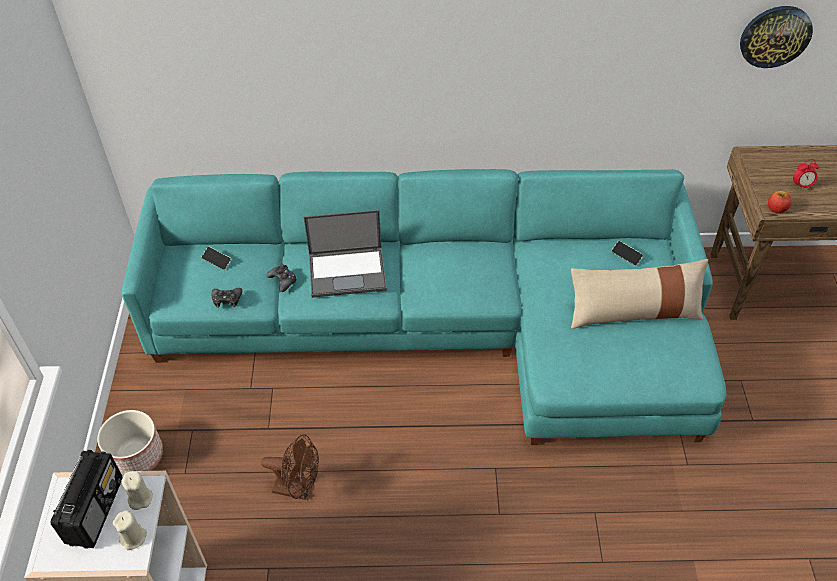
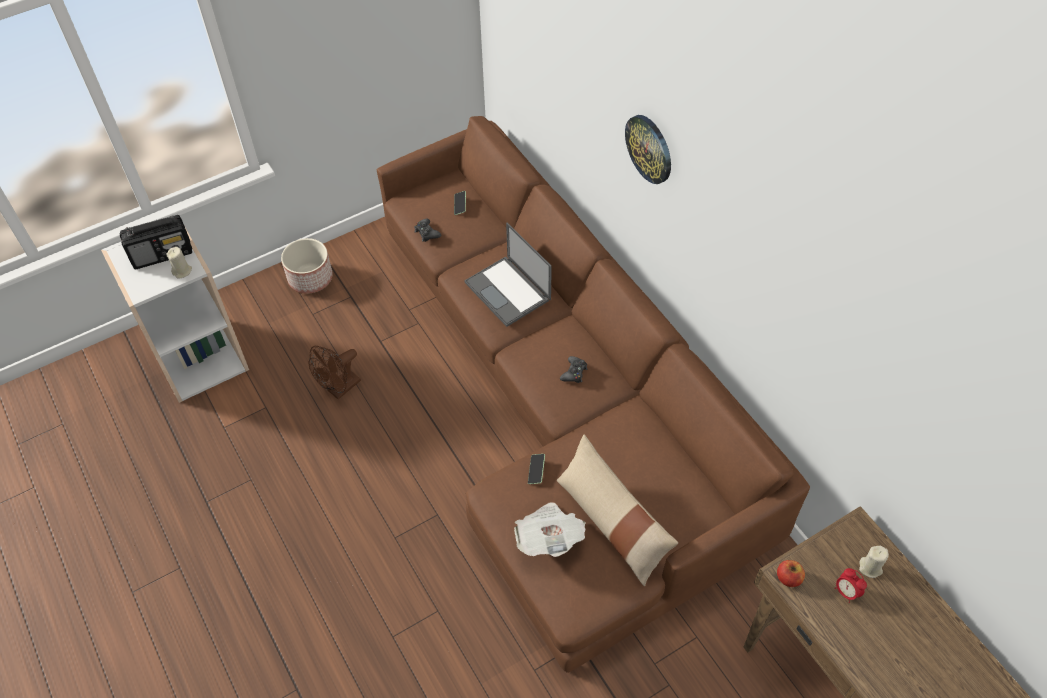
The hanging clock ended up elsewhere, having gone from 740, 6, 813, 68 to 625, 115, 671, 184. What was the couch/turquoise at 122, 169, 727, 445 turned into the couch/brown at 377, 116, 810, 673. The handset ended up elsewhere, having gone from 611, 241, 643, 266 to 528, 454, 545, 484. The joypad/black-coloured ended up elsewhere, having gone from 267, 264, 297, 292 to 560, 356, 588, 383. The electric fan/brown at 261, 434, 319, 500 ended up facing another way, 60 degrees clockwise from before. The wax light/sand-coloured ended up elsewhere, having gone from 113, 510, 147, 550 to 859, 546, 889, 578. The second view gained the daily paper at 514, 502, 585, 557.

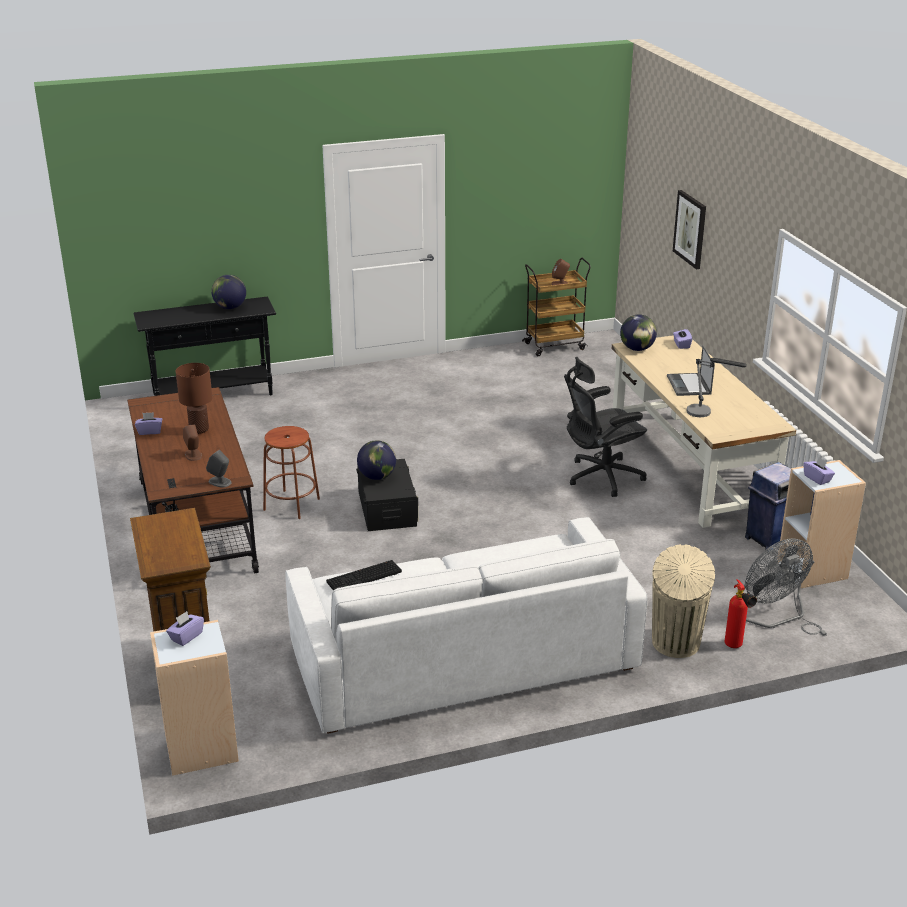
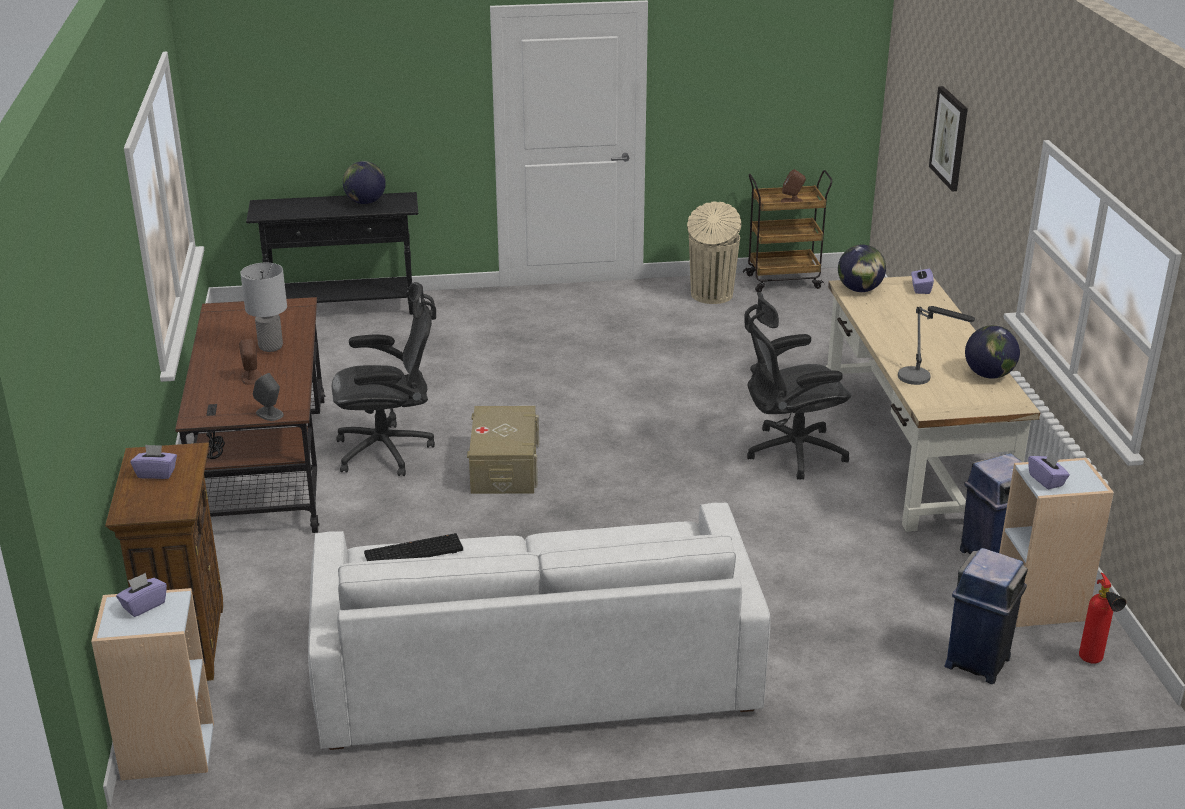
The second view lost the laptop at 667, 346, 715, 396. What was the tabletop lamp/brown at 176, 363, 212, 434 turned into the tabletop lamp/grey at 240, 263, 287, 352. The box of tissues/purple ended up elsewhere, having gone from 135, 412, 162, 435 to 130, 445, 177, 479. Where the stool/brown stood at 263, 426, 320, 519, the computer chair came to stand at 332, 282, 436, 476. The world globe ended up elsewhere, having gone from 357, 440, 396, 480 to 965, 325, 1020, 379. What was the storage container/black-coloured at 356, 459, 419, 531 turned into the storage container/sand-coloured at 467, 406, 539, 494. Where the electric fan/grey stood at 743, 539, 827, 636, the trash can/blue-coloured came to stand at 944, 548, 1028, 684. The trash can/sand-coloured ended up elsewhere, having gone from 652, 544, 715, 658 to 687, 201, 741, 304. The fire extinguisher ended up elsewhere, having gone from 725, 579, 757, 648 to 1079, 572, 1126, 664.

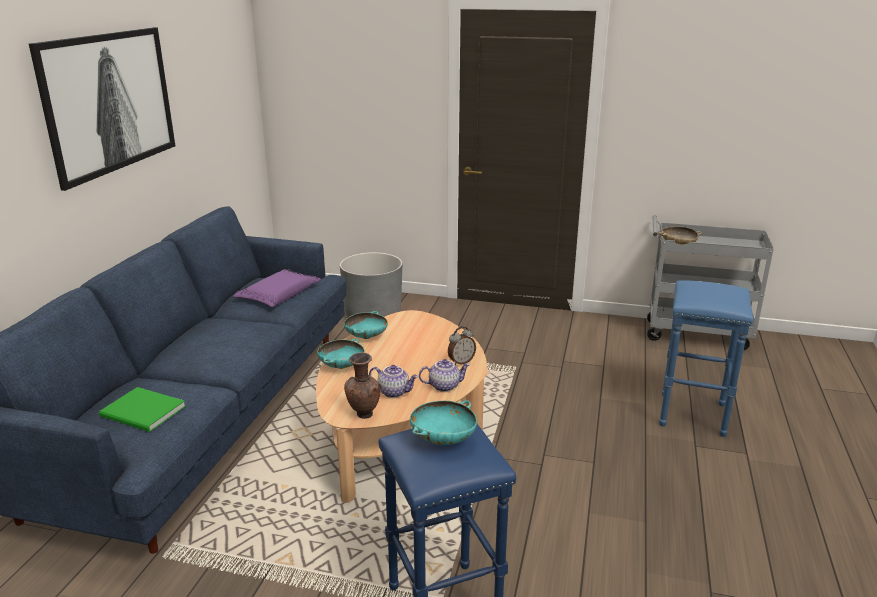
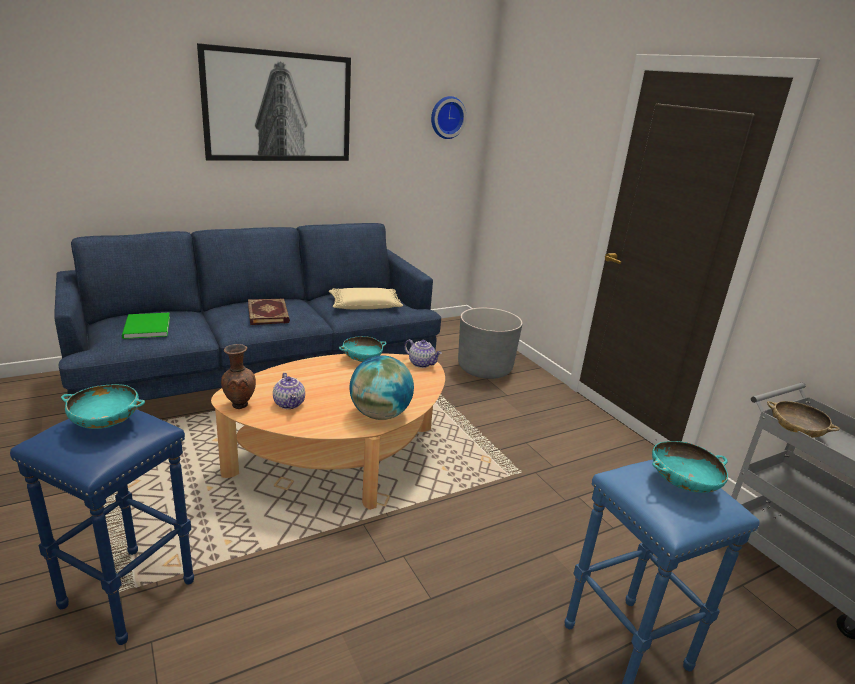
What was the throw pillow/purple at 233, 269, 321, 307 turned into the throw pillow/sand-coloured at 329, 288, 403, 309. Where the table clock stood at 448, 326, 476, 365, the world globe came to stand at 349, 355, 414, 420. The deep dish/turquoise ended up elsewhere, having gone from 317, 339, 365, 369 to 652, 441, 728, 493. The teapot ended up elsewhere, having gone from 419, 359, 470, 392 to 404, 339, 442, 368. The second view gained the hanging clock at 431, 96, 467, 139. The second view gained the book at 248, 298, 290, 325.

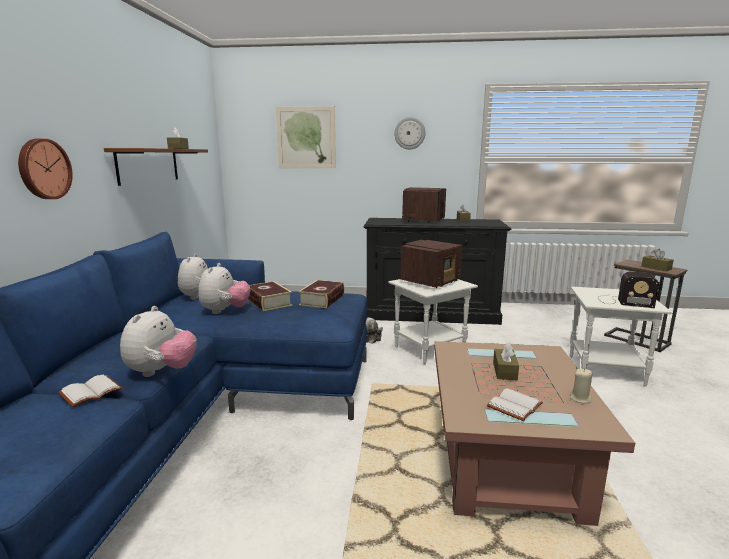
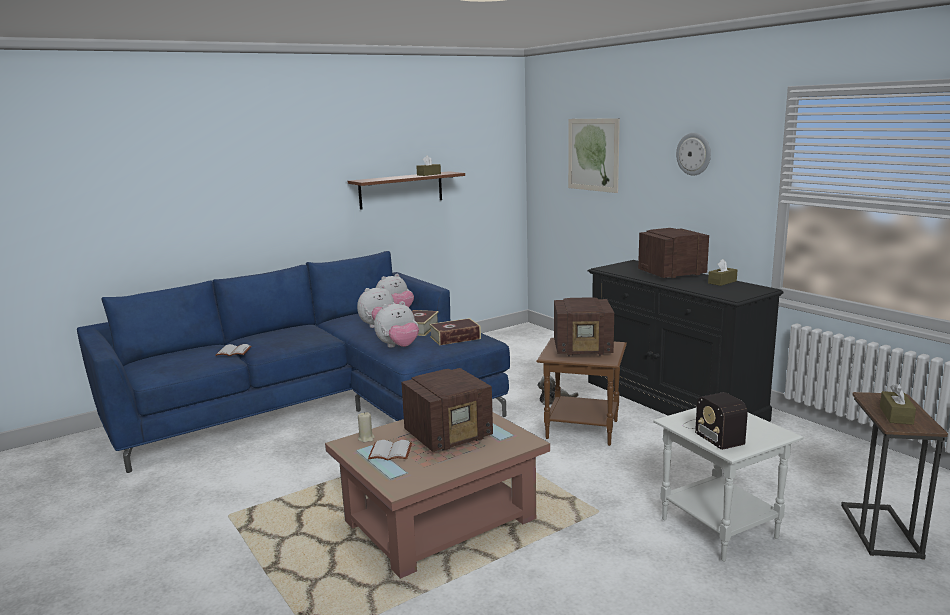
The second view lost the hanging clock at 18, 138, 73, 199. What was the side table/whitish at 388, 279, 478, 364 turned into the side table/brown at 537, 338, 627, 446. The soft toy ended up elsewhere, having gone from 120, 306, 197, 377 to 374, 301, 419, 348. Where the box of tissues/brown stood at 493, 342, 519, 380, the radio came to stand at 401, 368, 493, 452. The wax light/sand-coloured ended up elsewhere, having gone from 570, 369, 592, 403 to 358, 412, 375, 442.

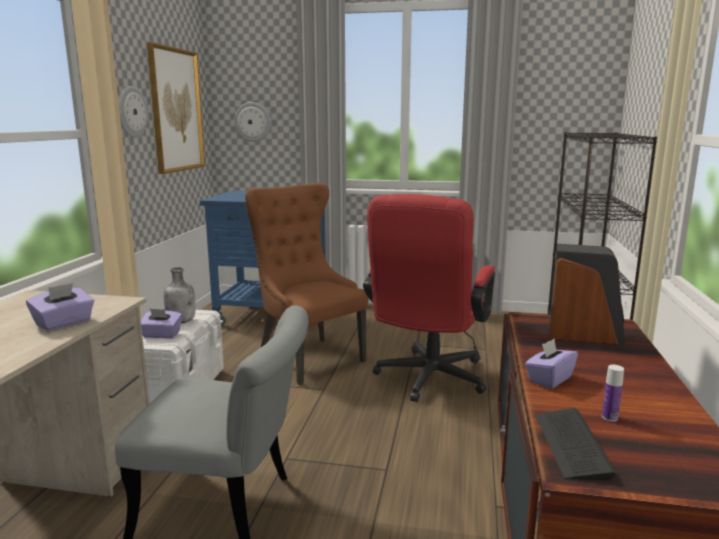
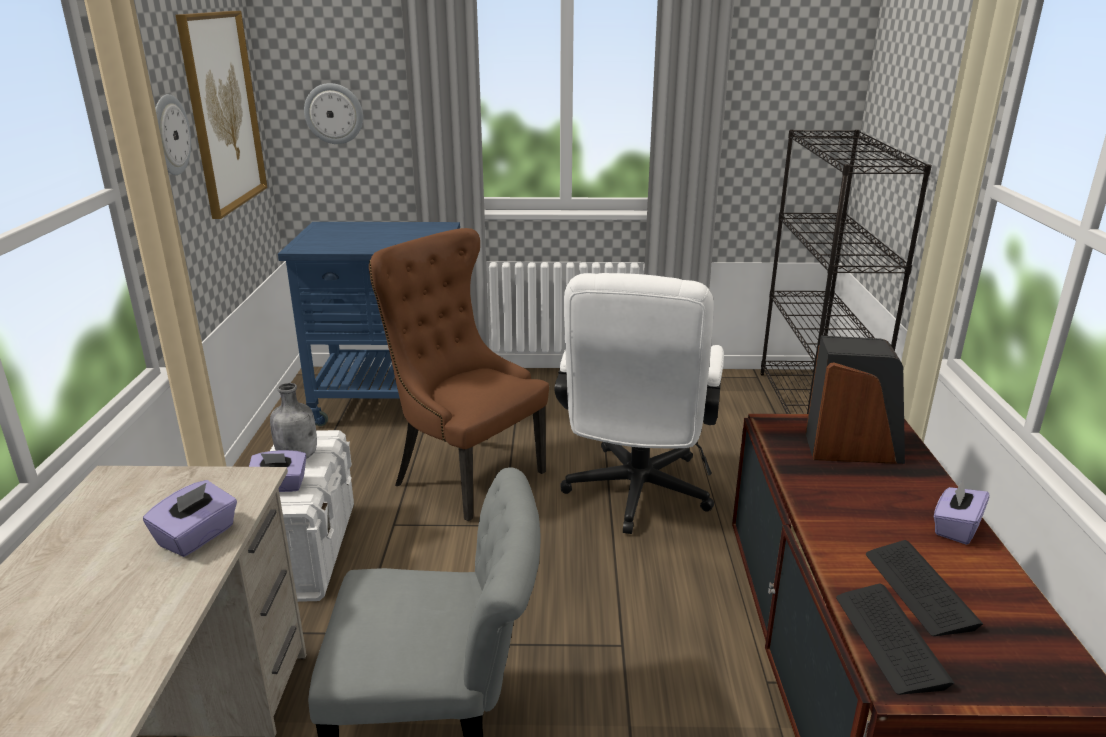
What was the computer chair/red at 363, 194, 495, 402 turned into the computer chair/whitish at 554, 273, 724, 534. The box of tissues/purple ended up elsewhere, having gone from 525, 339, 578, 389 to 934, 480, 989, 545. Where the drink bottle stood at 602, 365, 624, 422, the computer keyboard came to stand at 866, 540, 983, 636.

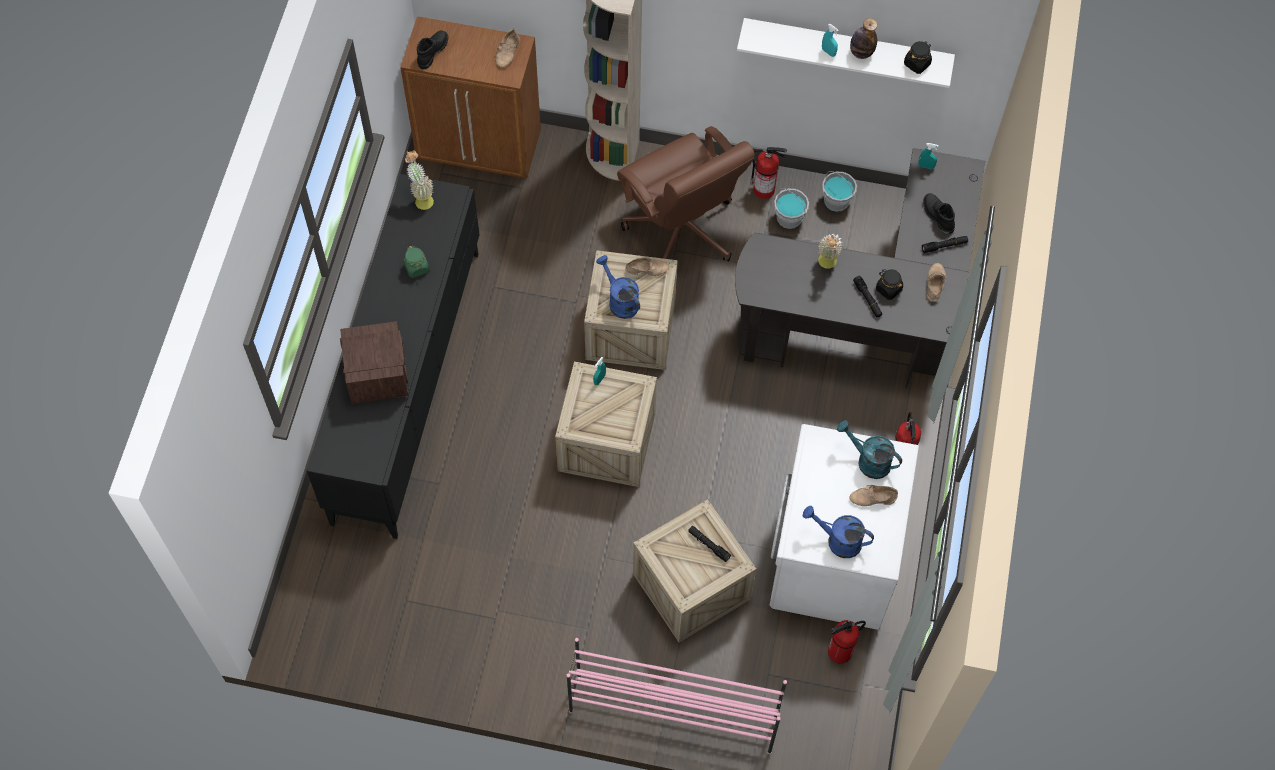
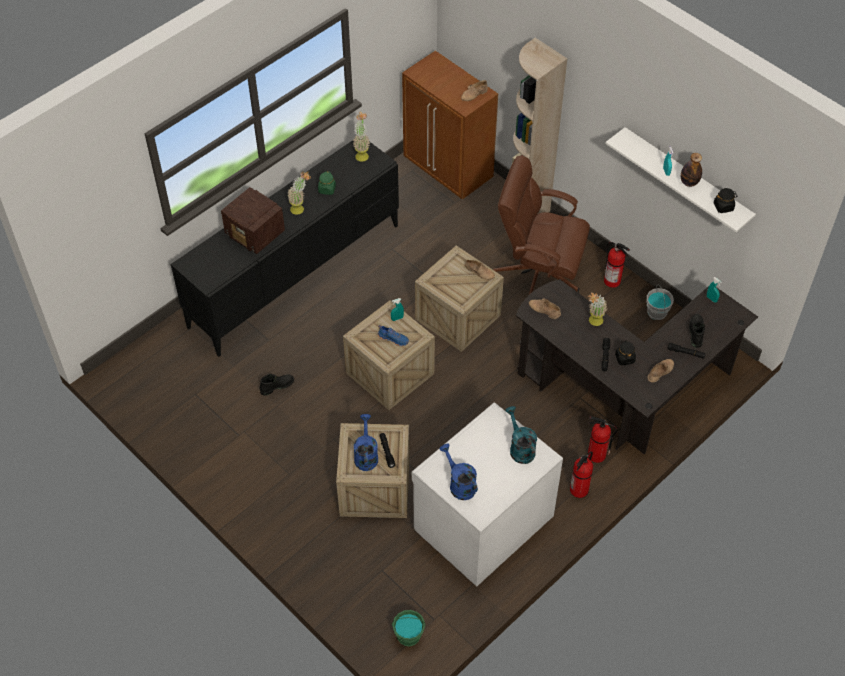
The high-top boot/black-coloured ended up elsewhere, having gone from 417, 30, 448, 69 to 260, 374, 294, 396. The computer chair/brown at 617, 126, 755, 261 ended up facing another way, 105 degrees clockwise from before. The second view lost the water bucket/grey at 774, 188, 809, 229. The sprinkling can/blue-coloured ended up elsewhere, having gone from 596, 255, 640, 319 to 354, 414, 378, 471. The radio at 340, 321, 409, 404 ended up facing another way, 105 degrees clockwise from before. The item of footwear/sand-coloured ended up elsewhere, having gone from 849, 485, 898, 506 to 529, 298, 561, 319. The fire extinguisher ended up elsewhere, having gone from 828, 620, 866, 663 to 588, 416, 617, 463. The second view lost the shoe rack/pinkish at 567, 638, 787, 754. The second view gained the houseplant at 287, 172, 311, 215. The second view gained the item of footwear/blue-coloured at 378, 325, 409, 346. The second view gained the water bucket/greenish at 392, 610, 426, 646.

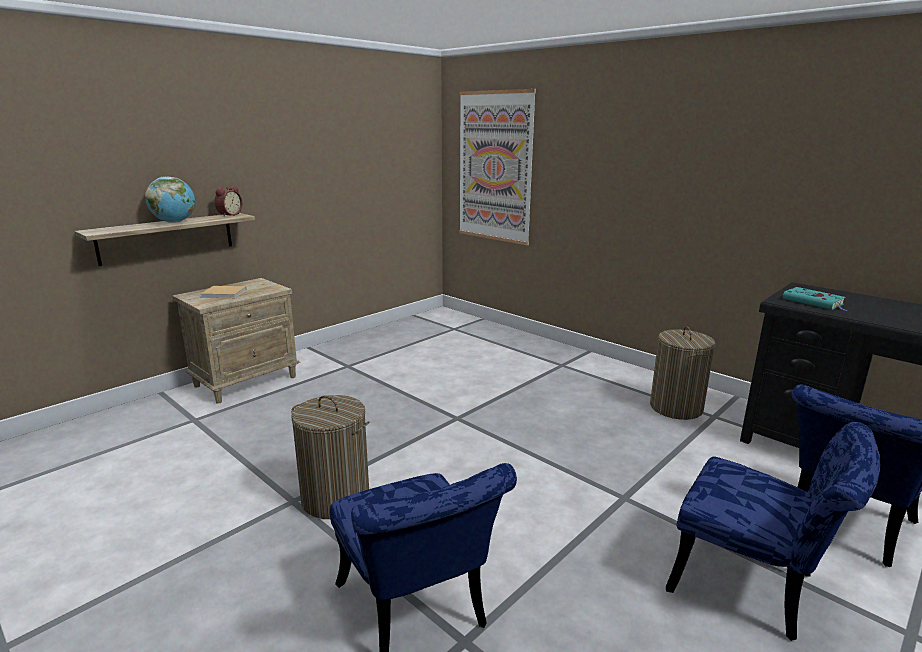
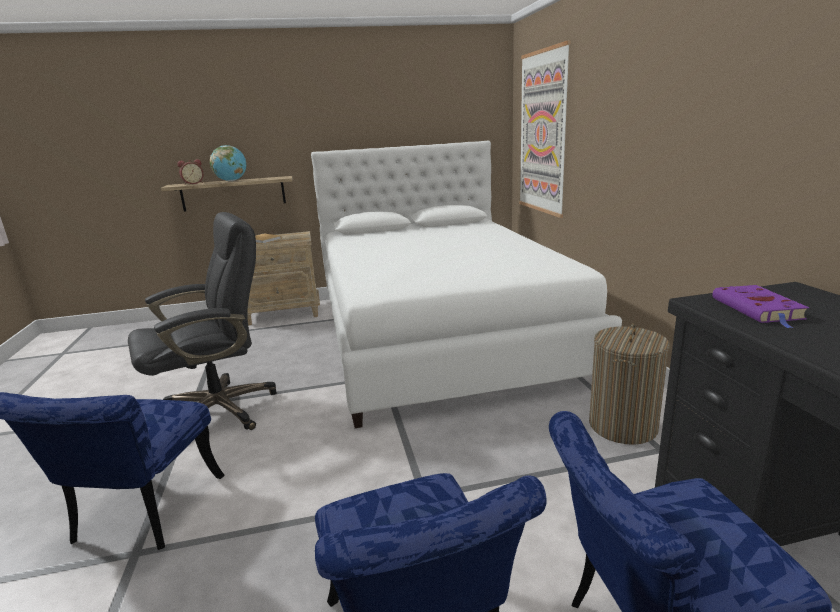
The table clock ended up elsewhere, having gone from 214, 186, 242, 217 to 177, 159, 204, 185. What was the book/turquoise at 783, 287, 846, 311 turned into the book/purple at 712, 285, 809, 328. Where the laundry basket stood at 291, 395, 370, 519, the computer chair/black-coloured came to stand at 128, 212, 276, 430. The second view gained the sleeping bed/whitish at 311, 141, 622, 428.

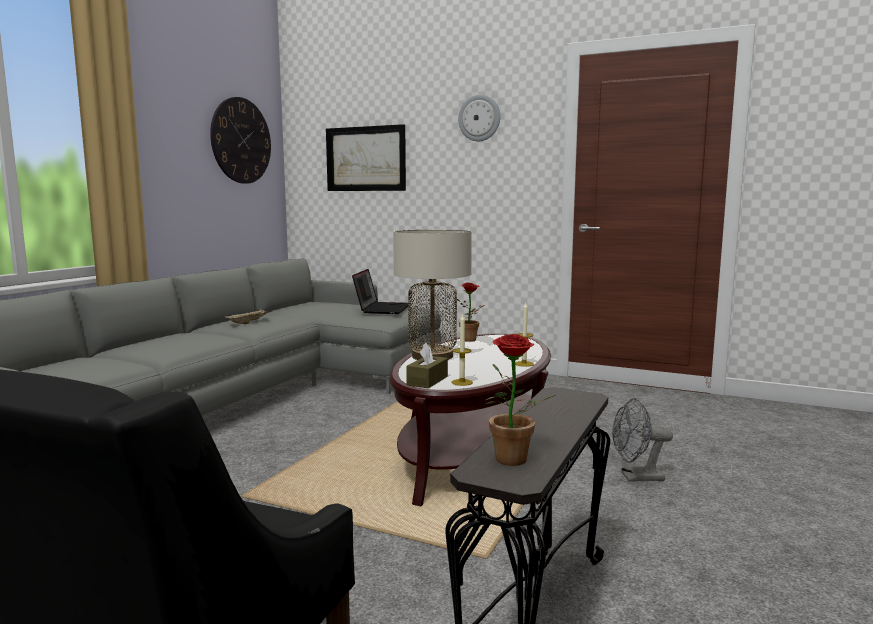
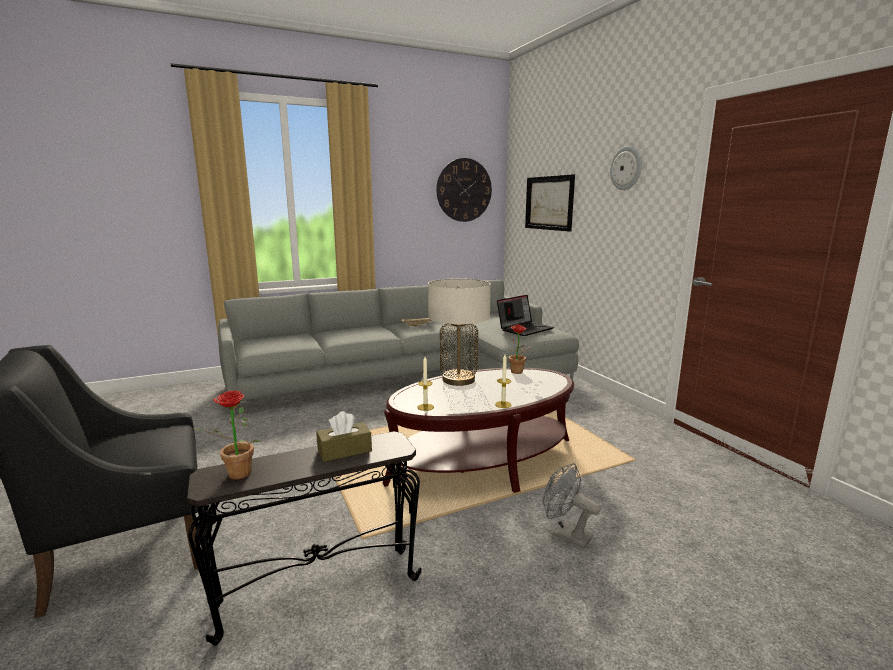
The box of tissues/brown ended up elsewhere, having gone from 406, 343, 448, 388 to 316, 411, 372, 462.

